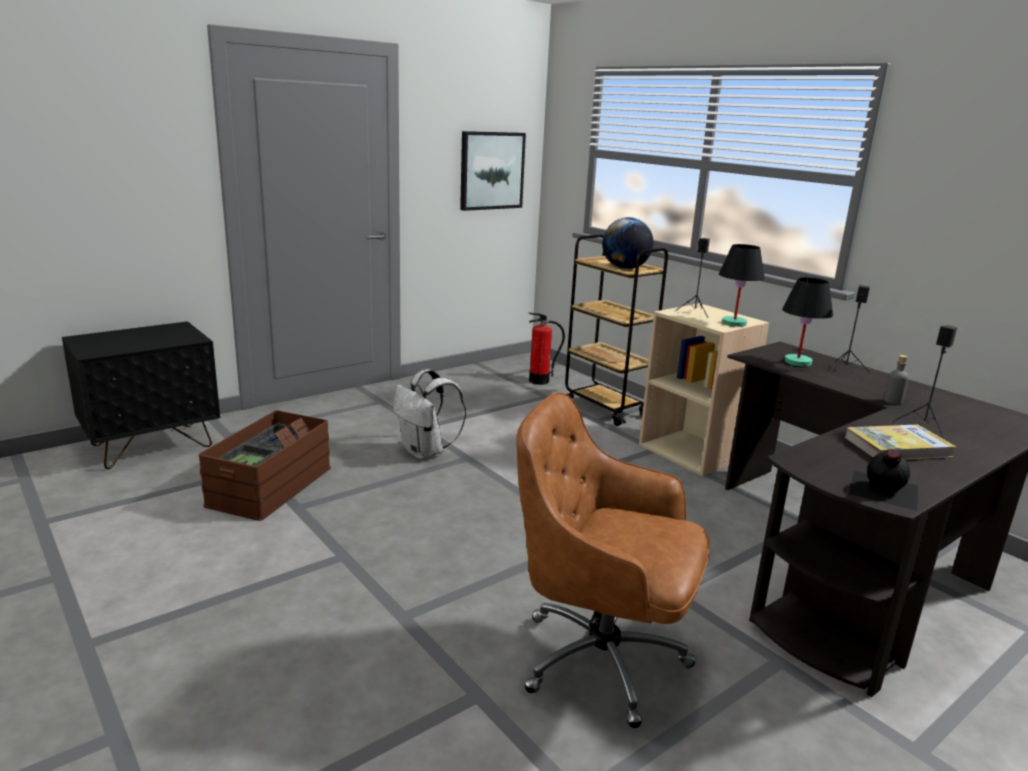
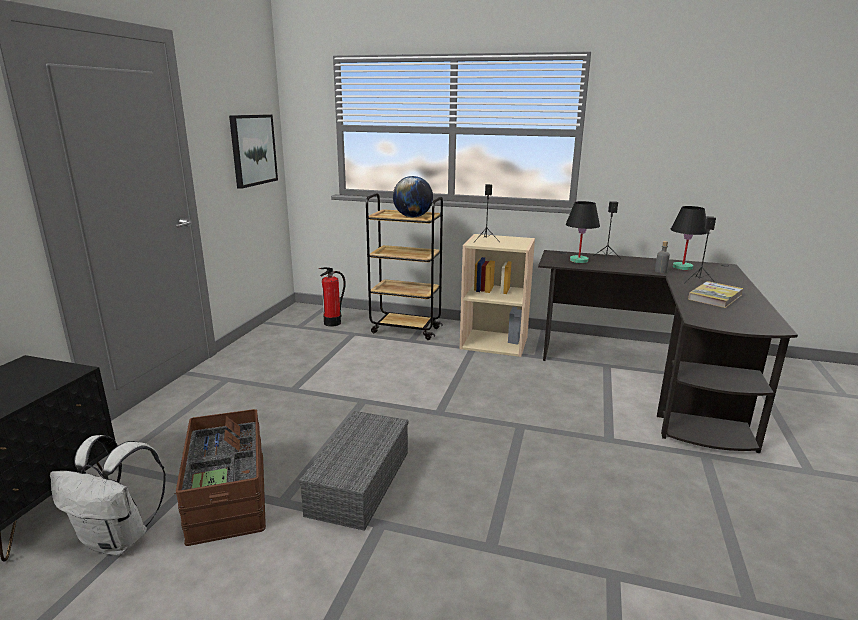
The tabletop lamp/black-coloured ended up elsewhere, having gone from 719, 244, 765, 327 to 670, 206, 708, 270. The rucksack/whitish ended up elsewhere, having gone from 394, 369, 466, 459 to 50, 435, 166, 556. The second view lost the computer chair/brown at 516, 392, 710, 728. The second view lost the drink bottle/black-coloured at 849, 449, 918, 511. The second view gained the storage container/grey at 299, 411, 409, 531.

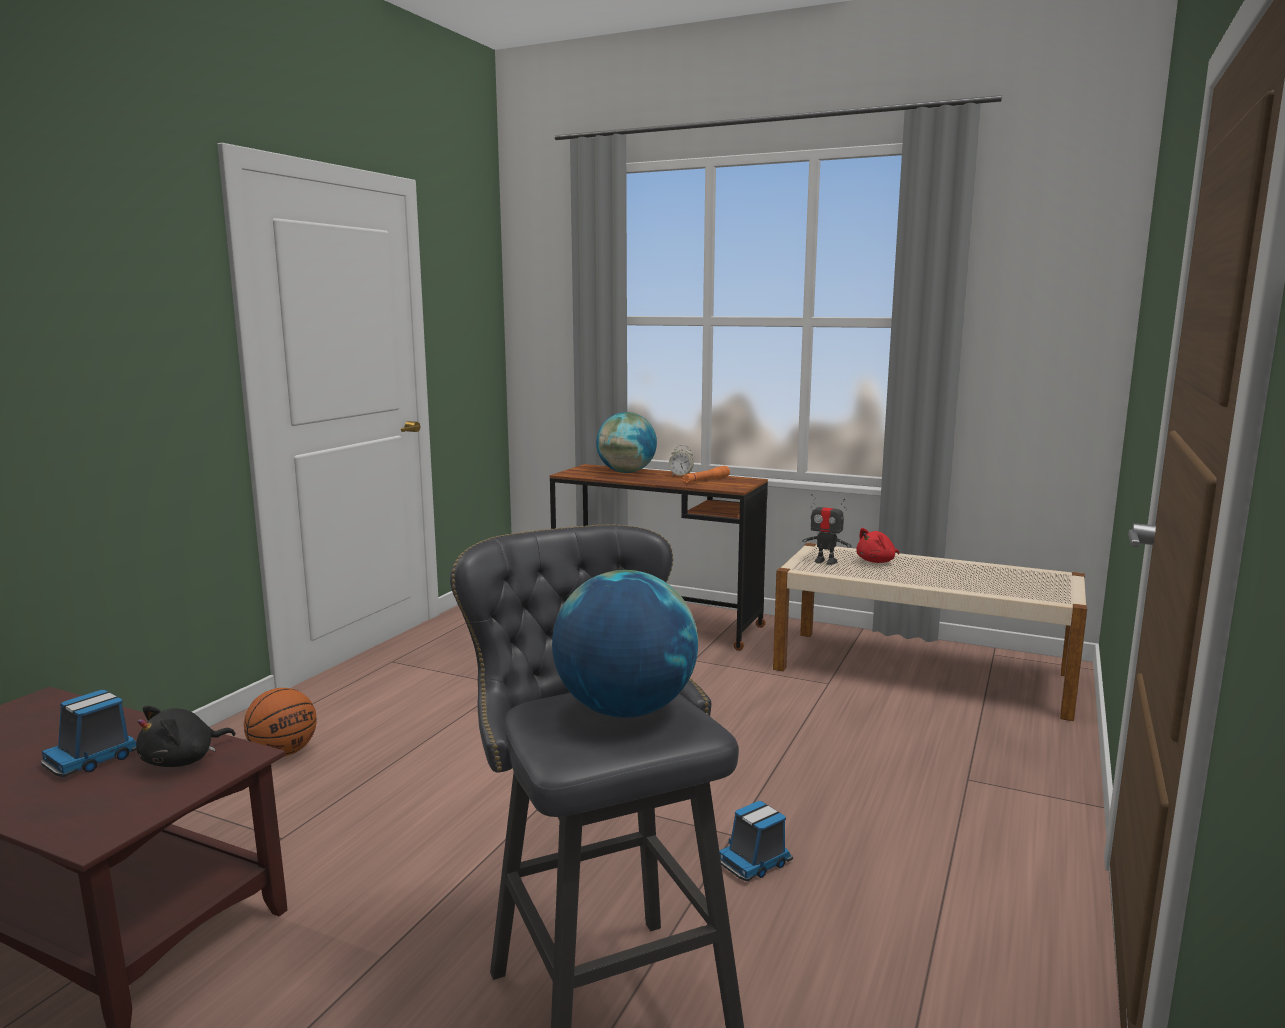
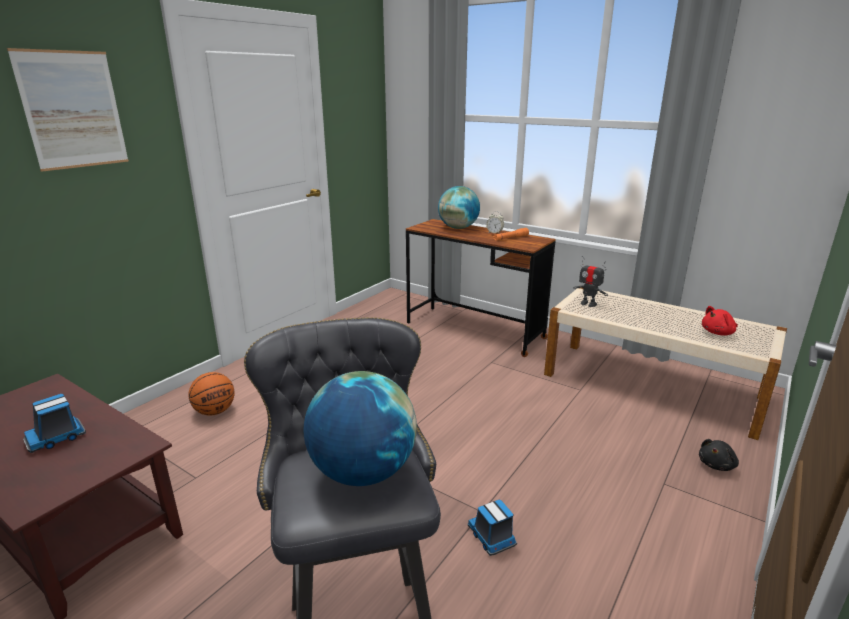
The soft toy/red ended up elsewhere, having gone from 856, 528, 899, 563 to 702, 306, 738, 336. The soft toy/black-coloured ended up elsewhere, having gone from 136, 706, 236, 767 to 699, 439, 739, 471. The model truck at 719, 801, 793, 881 ended up facing another way, 90 degrees clockwise from before. The second view gained the wall art at 7, 48, 129, 172.

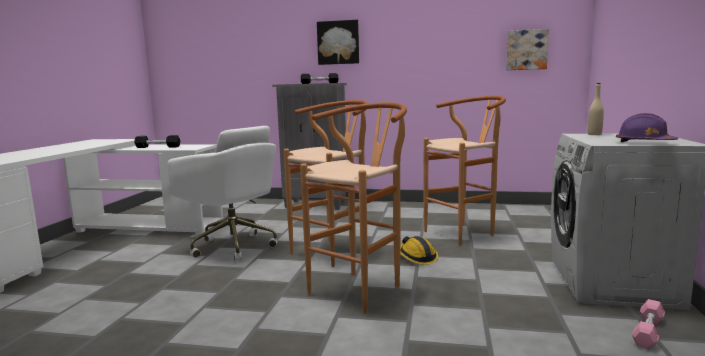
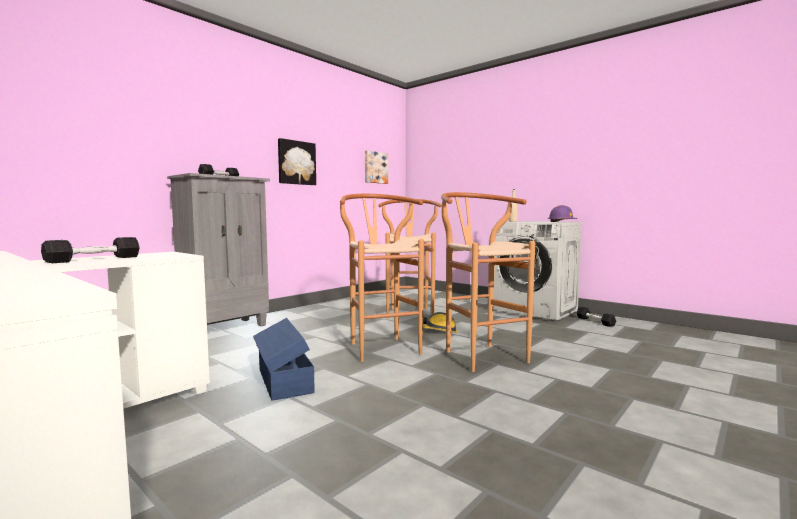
The wall art ended up elsewhere, having gone from 317, 20, 359, 65 to 278, 138, 316, 185. Where the computer chair/whitish stood at 167, 126, 277, 262, the storage container/blue-coloured came to stand at 253, 318, 315, 401. What was the hand weight/pinkish at 632, 299, 665, 350 turned into the hand weight/black-coloured at 576, 307, 616, 327.

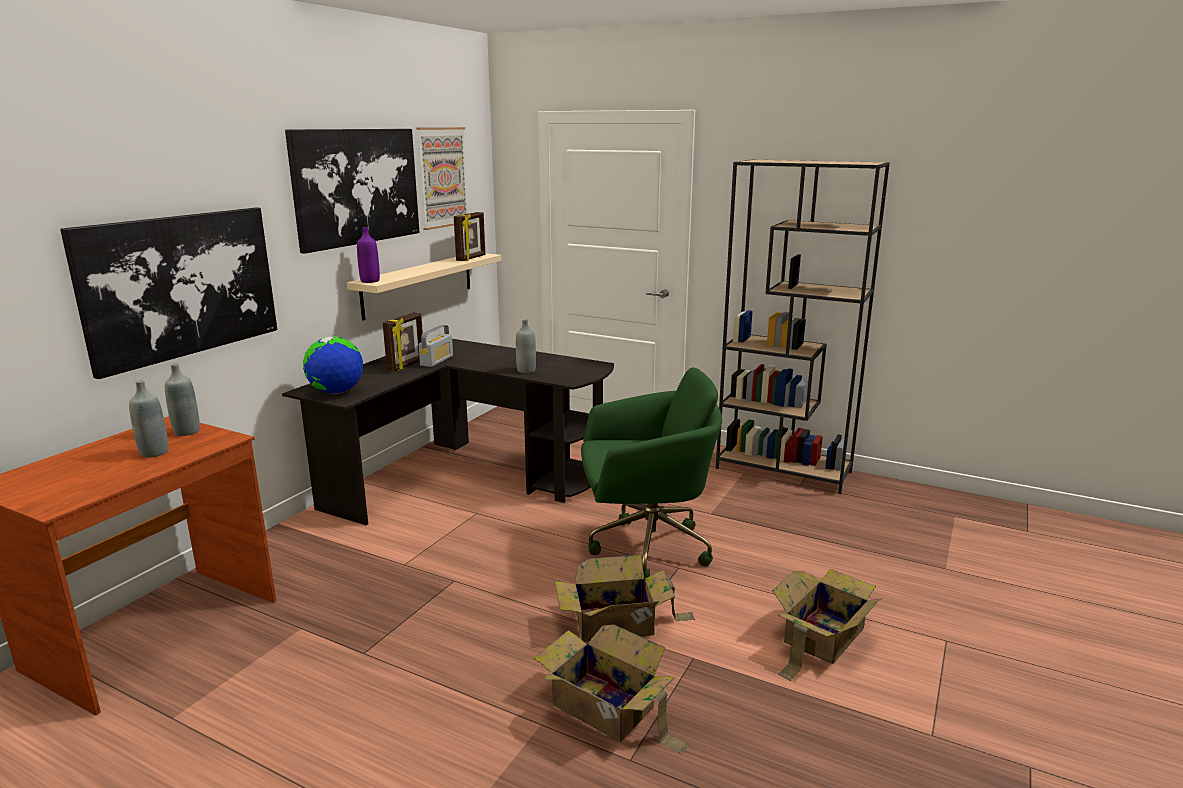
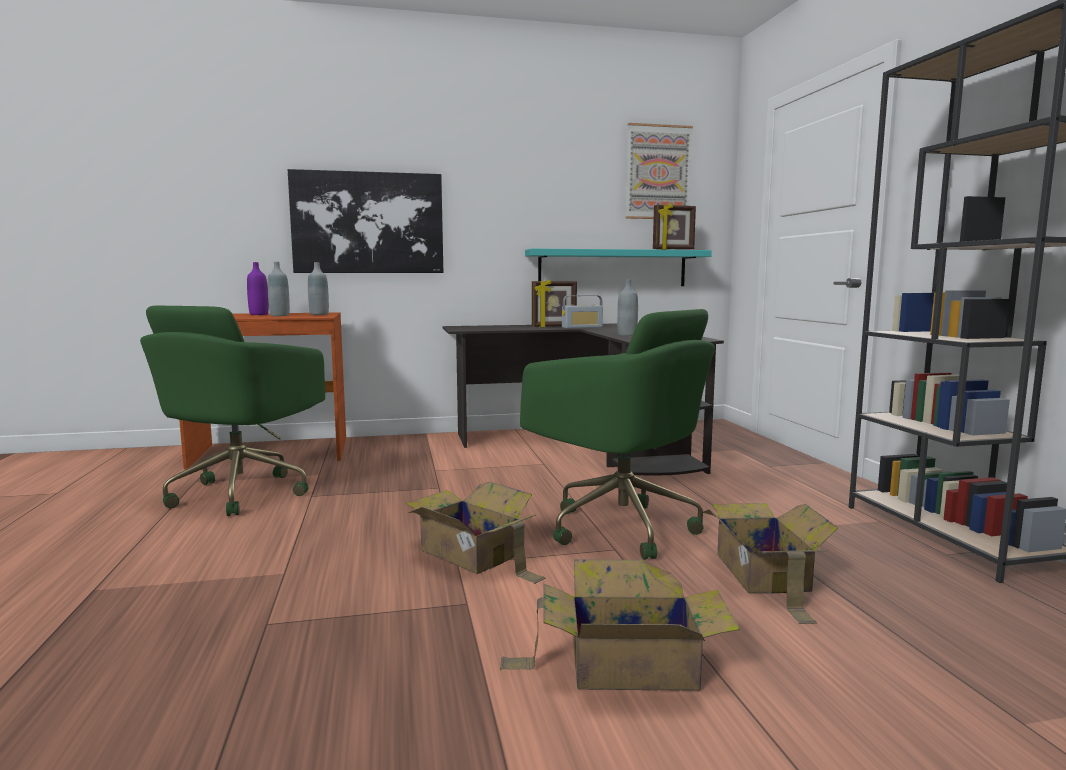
The second view lost the wall art at 285, 129, 420, 254. The drink bottle/purple ended up elsewhere, having gone from 357, 227, 380, 283 to 247, 262, 269, 315. What was the shelf/sand-coloured at 347, 253, 501, 320 turned into the shelf/turquoise at 525, 248, 712, 286. The second view lost the world globe at 303, 336, 363, 394. The packing box ended up elsewhere, having gone from 533, 625, 690, 755 to 702, 503, 838, 624. The second view gained the computer chair/greenish at 140, 306, 325, 516.

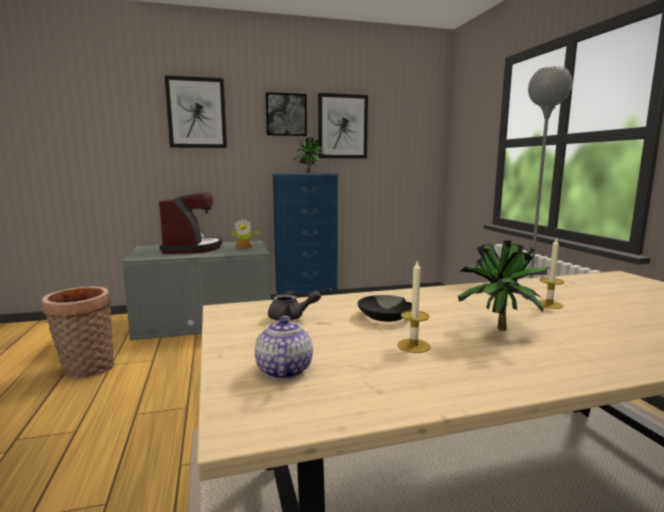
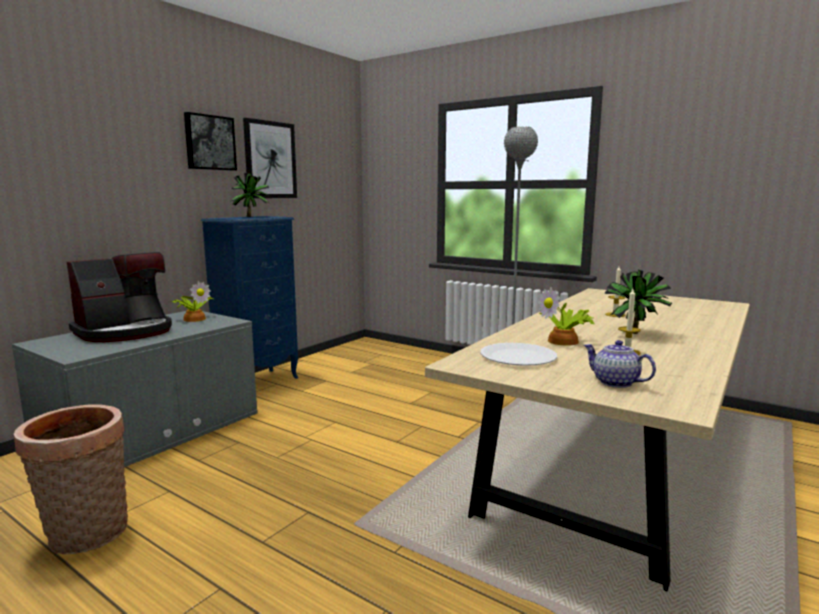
The second view lost the wall art at 165, 75, 227, 148. The coffee machine at 159, 192, 222, 254 ended up facing another way, 90 degrees clockwise from before. Where the teapot/grey stood at 268, 291, 321, 321, the flat dish/whitish came to stand at 480, 343, 557, 366. Where the deep dish/black-coloured stood at 358, 295, 412, 322, the houseplant came to stand at 538, 287, 594, 346.

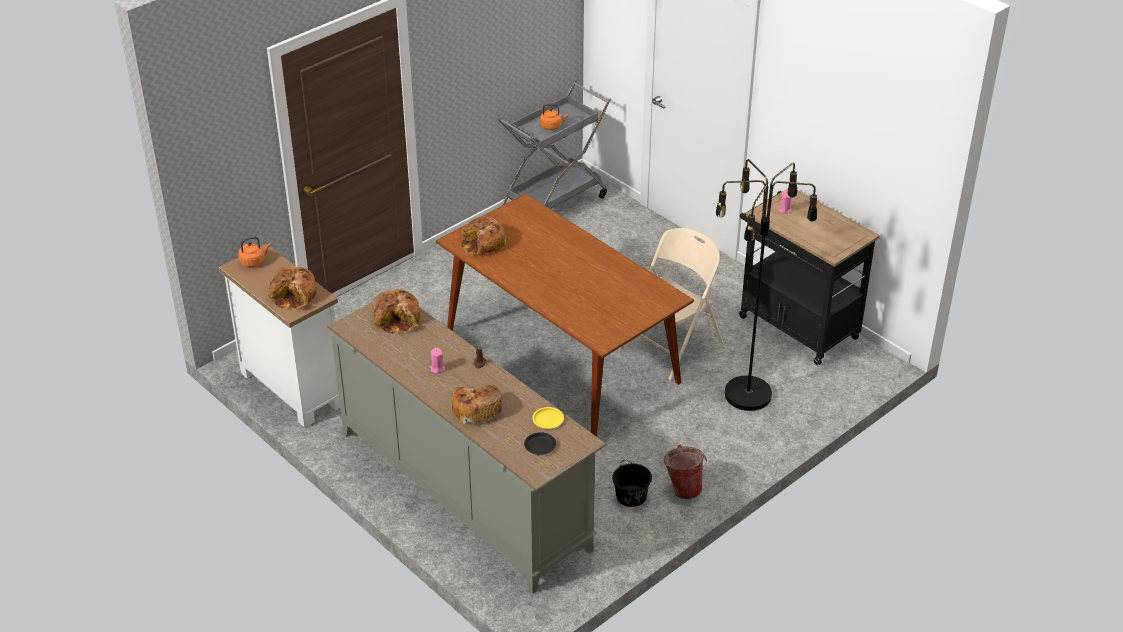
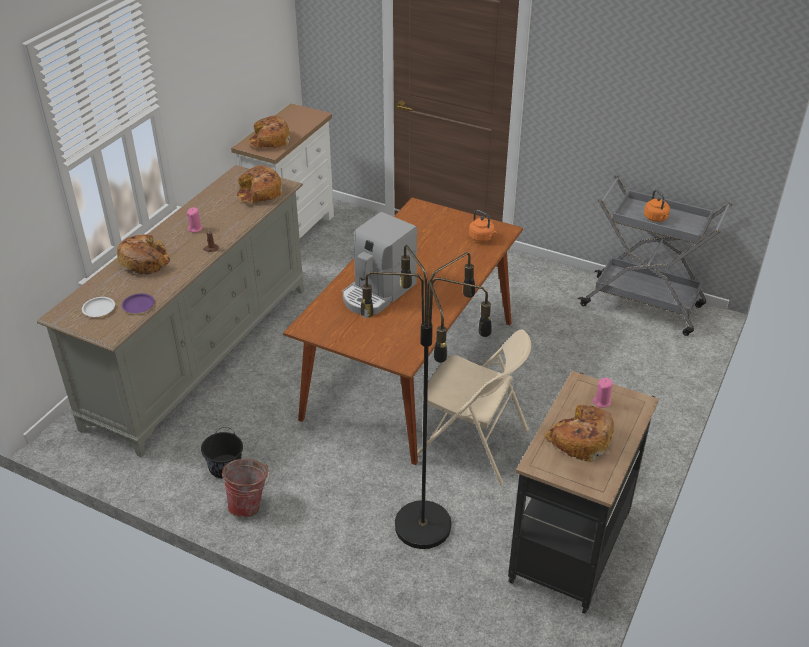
The bread ended up elsewhere, having gone from 461, 216, 506, 256 to 544, 405, 614, 462. The tea kettle/orange ended up elsewhere, having gone from 238, 236, 270, 267 to 469, 210, 498, 242. What was the flat dish/yellowish at 532, 407, 564, 429 turned into the flat dish/purple at 122, 293, 155, 313. What was the flat dish/black-coloured at 524, 432, 556, 455 turned into the flat dish/whitish at 82, 297, 115, 317. The second view gained the coffee machine at 343, 212, 417, 314.

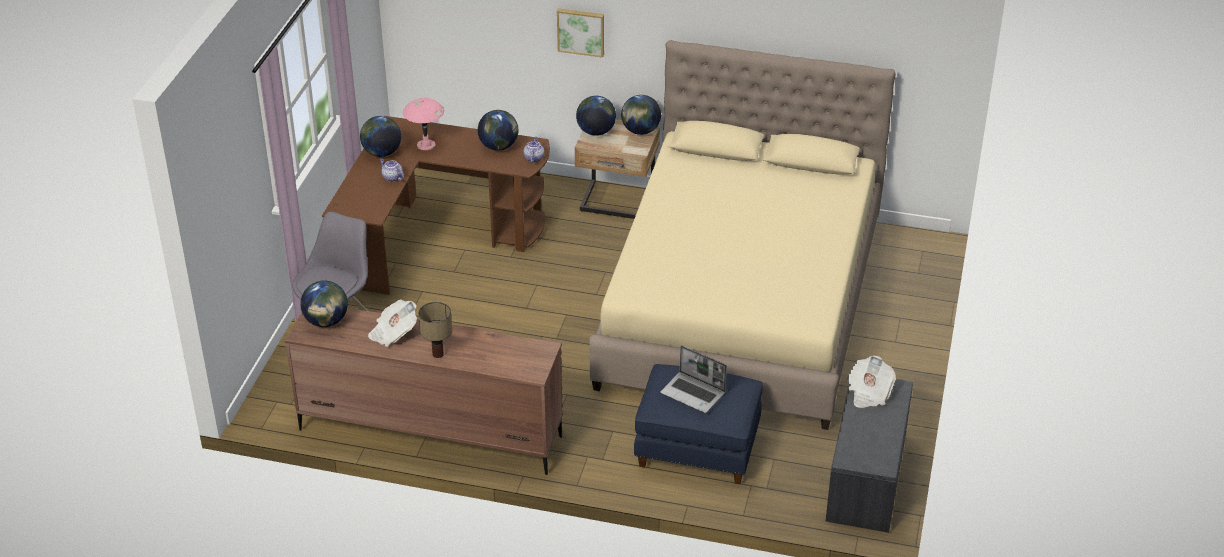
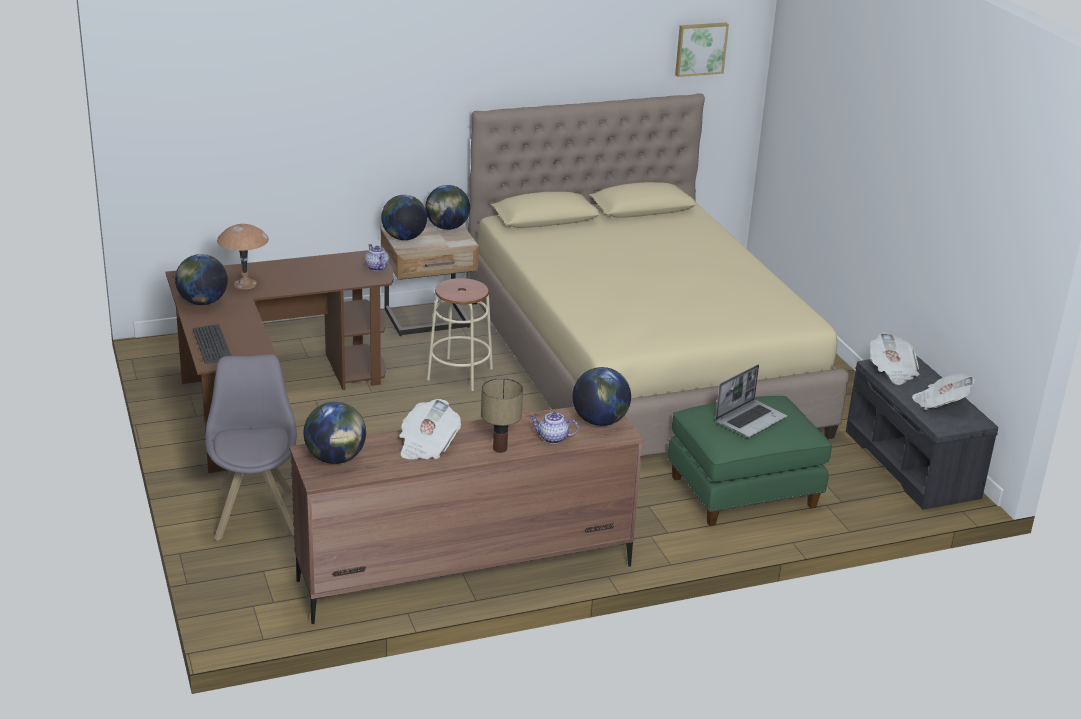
The wall art ended up elsewhere, having gone from 557, 8, 604, 58 to 675, 23, 729, 77. What was the tabletop lamp/pinkish at 403, 98, 444, 150 turned into the tabletop lamp/brown at 217, 224, 269, 289. The world globe ended up elsewhere, having gone from 478, 110, 518, 151 to 572, 367, 631, 426. The teapot ended up elsewhere, having gone from 380, 159, 404, 182 to 530, 412, 579, 444. The laptop at 660, 345, 727, 413 ended up facing another way, 45 degrees counterclockwise from before. What was the pouffe/blue-coloured at 634, 364, 763, 484 turned into the pouffe/greenish at 668, 396, 832, 526. The second view gained the stool/sand-coloured at 427, 278, 493, 391. The second view gained the computer keyboard at 193, 324, 232, 364. The second view gained the daily paper at 912, 373, 976, 410.

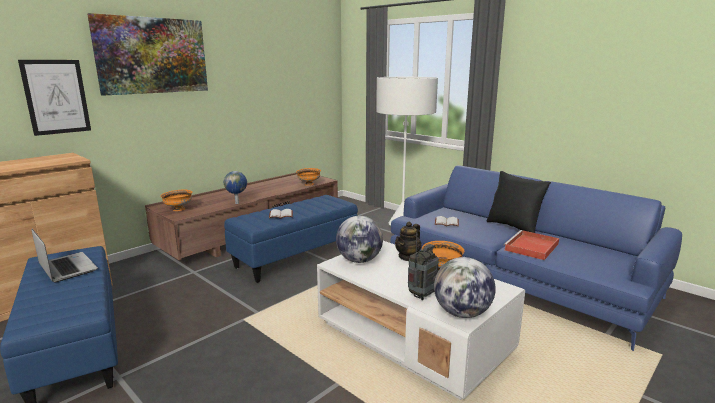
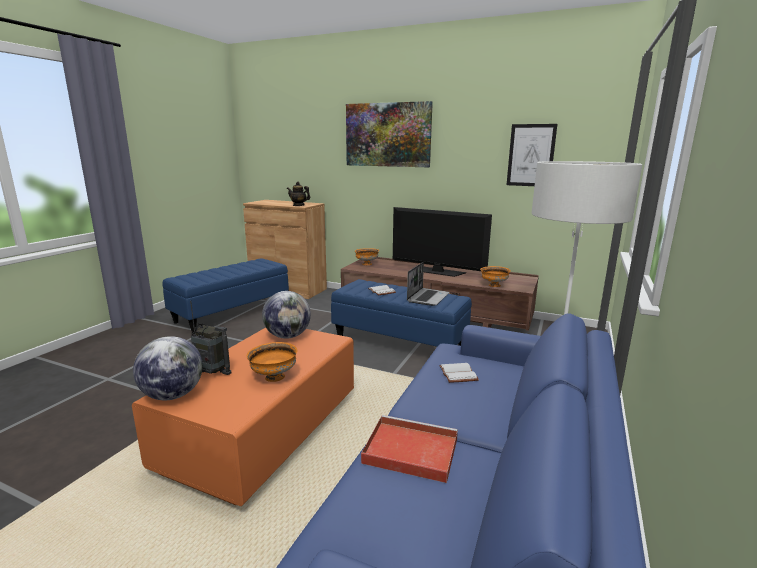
The wall art ended up elsewhere, having gone from 18, 60, 91, 136 to 507, 124, 557, 186. The second view lost the world globe at 224, 171, 247, 204. The second view lost the throw pillow/black-coloured at 486, 171, 551, 233. The teapot ended up elsewhere, having gone from 395, 221, 422, 261 to 287, 182, 310, 206. The laptop ended up elsewhere, having gone from 32, 229, 98, 282 to 407, 262, 450, 306. What was the coffee table/whitish at 317, 241, 525, 400 turned into the coffee table/orange at 132, 328, 354, 506. The second view gained the TV set at 393, 207, 492, 277.

